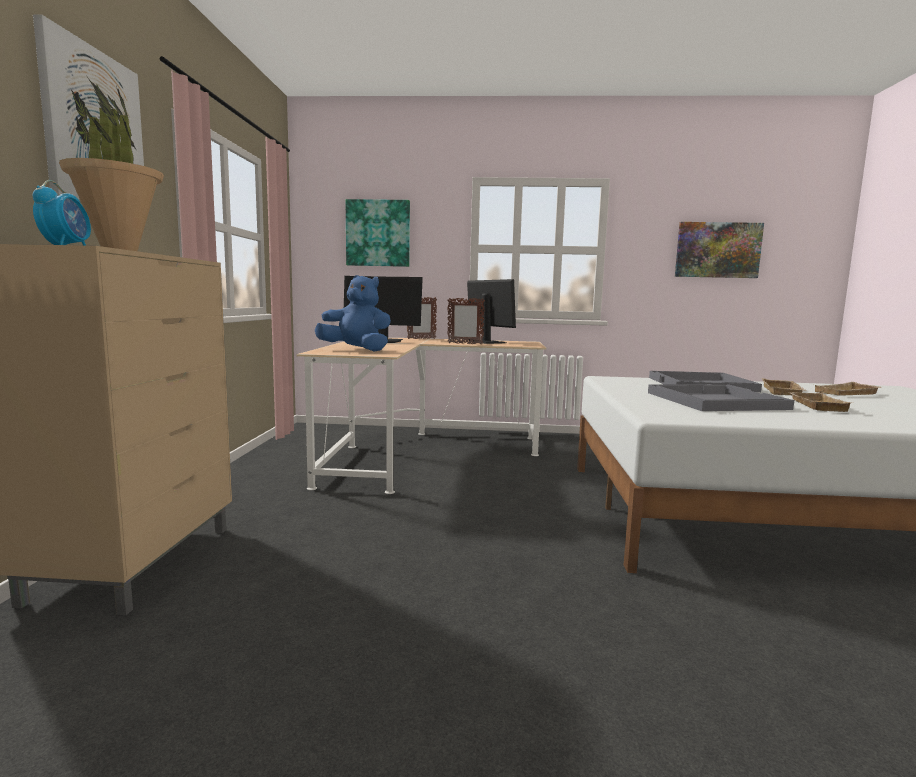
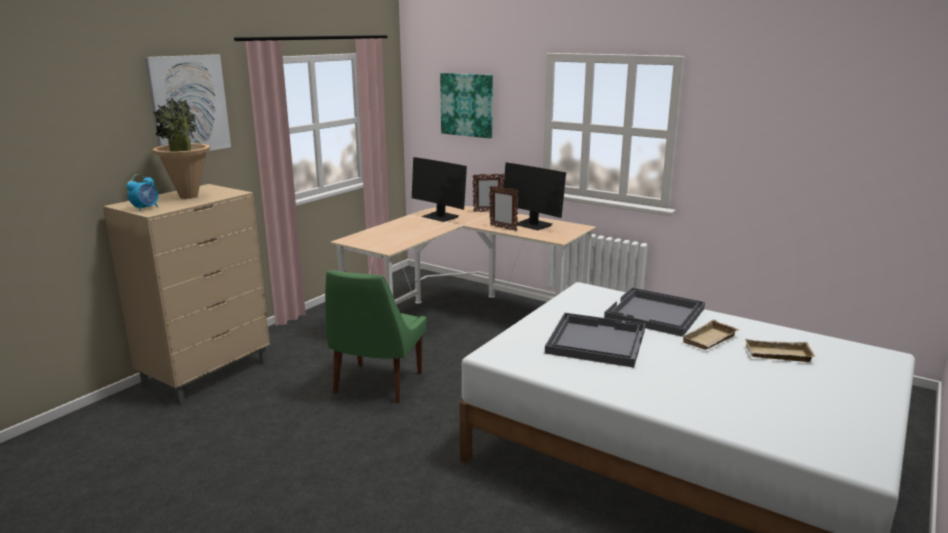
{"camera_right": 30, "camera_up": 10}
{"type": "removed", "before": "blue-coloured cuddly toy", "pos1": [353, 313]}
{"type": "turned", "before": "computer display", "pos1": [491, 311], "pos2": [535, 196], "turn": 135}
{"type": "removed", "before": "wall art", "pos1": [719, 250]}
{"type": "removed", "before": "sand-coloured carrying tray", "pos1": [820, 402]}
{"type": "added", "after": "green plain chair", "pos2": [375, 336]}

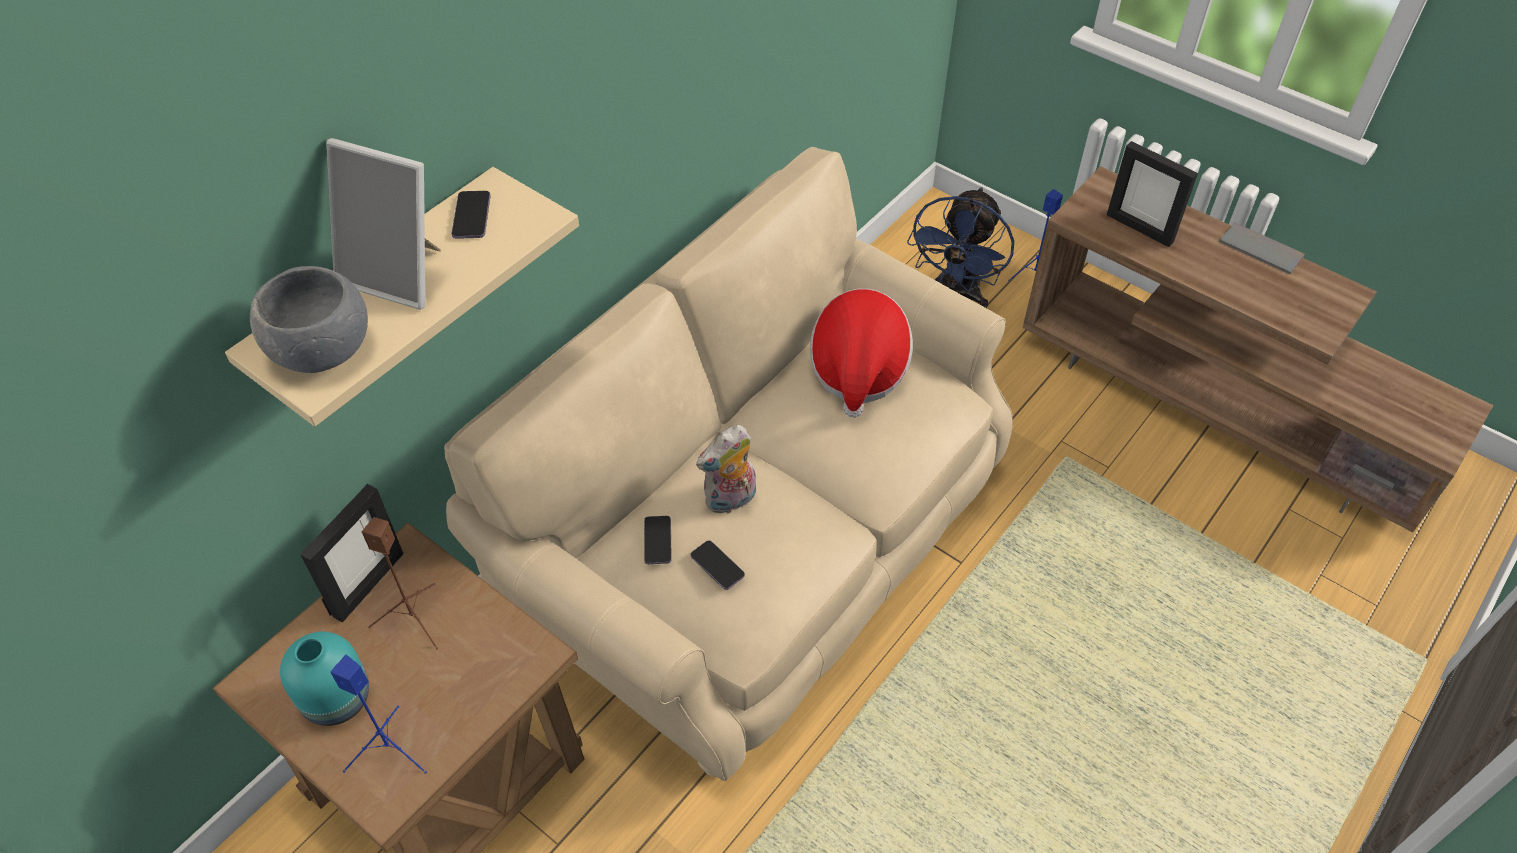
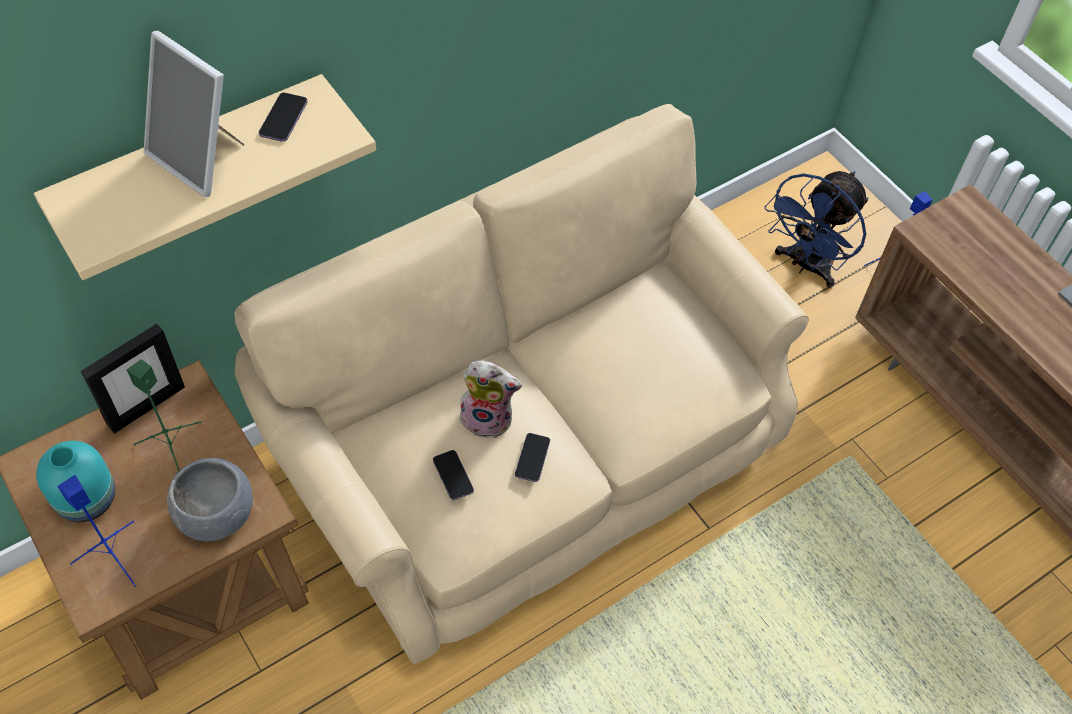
{"camera_right": 15, "camera_up": 5}
{"type": "moved", "before": "grey serving bowl", "pos1": [309, 319], "pos2": [210, 499]}
{"type": "recoloured", "before": "brown-coloured audio speaker", "after": "green audio speaker", "pos1": [400, 583], "pos2": [164, 415]}
{"type": "moved", "before": "phone", "pos1": [658, 540], "pos2": [532, 457]}
{"type": "turned", "before": "cuddly toy", "pos1": [726, 469], "pos2": [491, 399], "turn": -150}
{"type": "removed", "before": "clothing hat", "pos1": [861, 353]}
{"type": "removed", "before": "picture frame", "pos1": [1152, 194]}

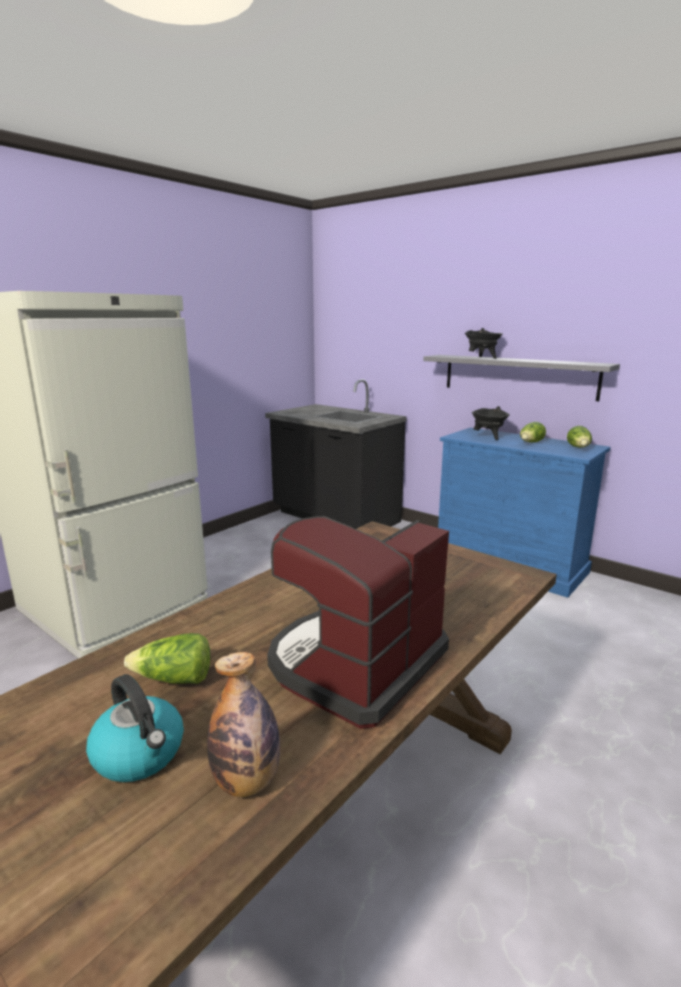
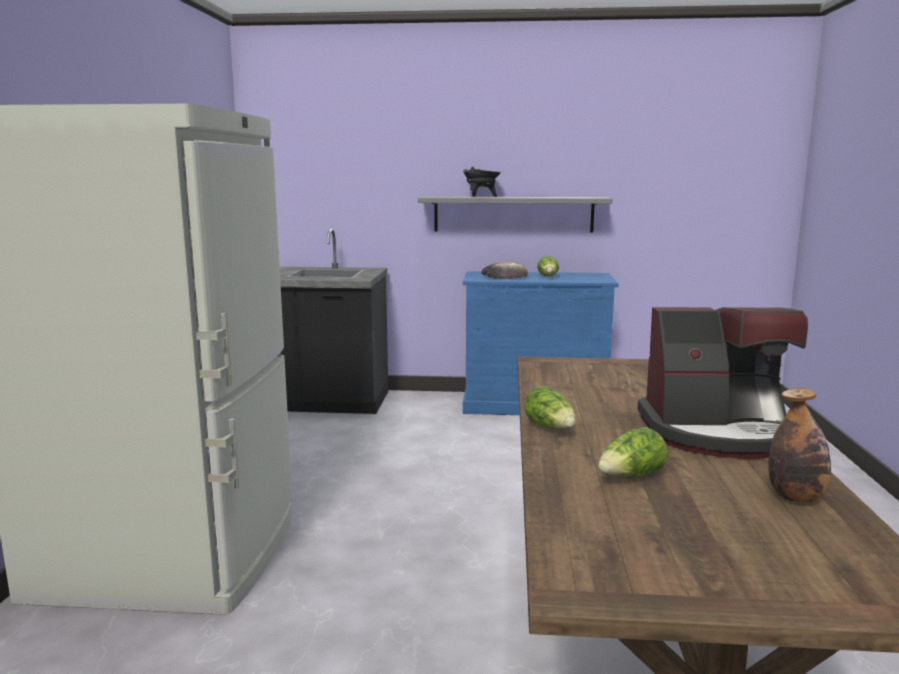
{"camera_right": -35, "camera_up": -5}
{"type": "removed", "before": "kettle", "pos1": [135, 728]}
{"type": "turned", "before": "coffee maker", "pos1": [358, 622], "pos2": [722, 382], "turn": -90}
{"type": "replaced", "before": "black cooking pot", "after": "bread", "pos1": [491, 423], "pos2": [504, 270]}
{"type": "moved", "before": "head of lettuce", "pos1": [579, 437], "pos2": [550, 406]}

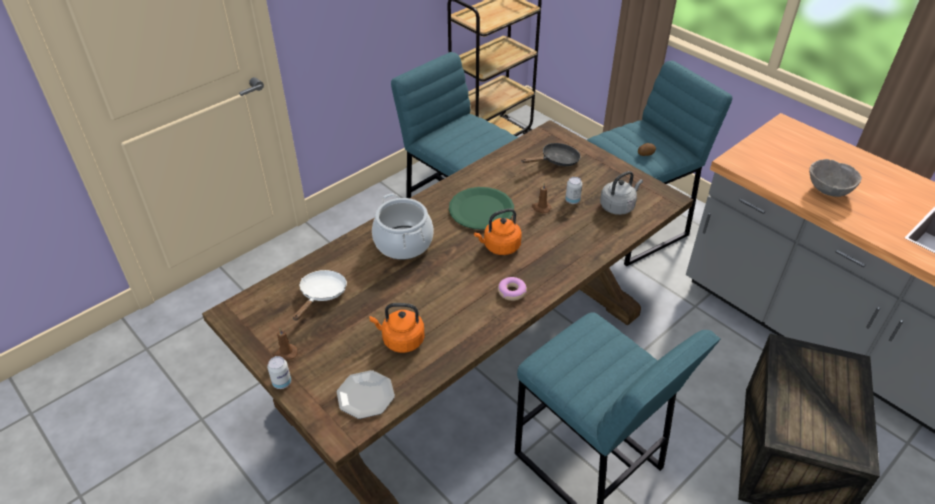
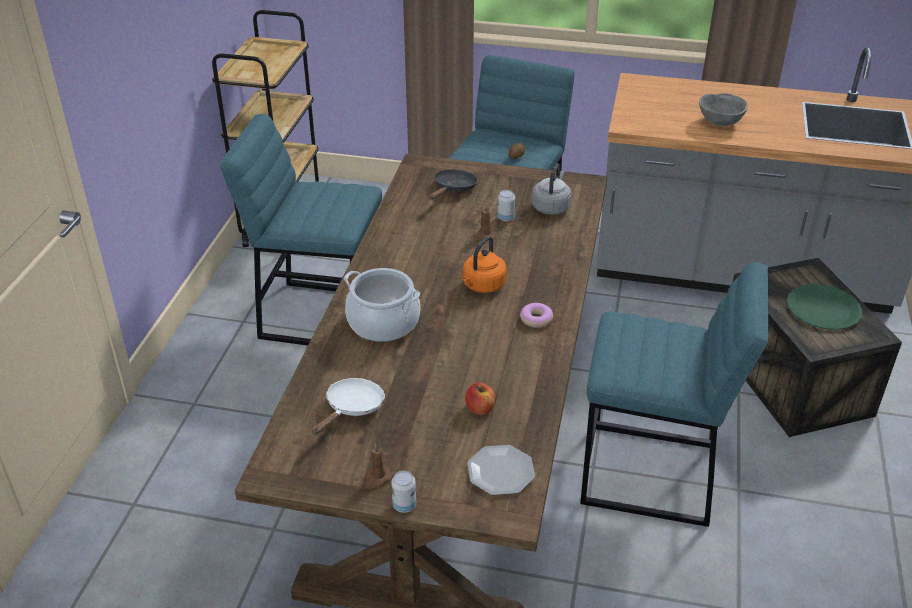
{"camera_right": -35, "camera_up": -5}
{"type": "turned", "before": "white frying pan", "pos1": [320, 295], "pos2": [348, 406], "turn": 45}
{"type": "replaced", "before": "orangey kettle", "after": "apple fruit", "pos1": [397, 328], "pos2": [480, 398]}
{"type": "moved", "before": "green plate", "pos1": [481, 208], "pos2": [824, 307]}

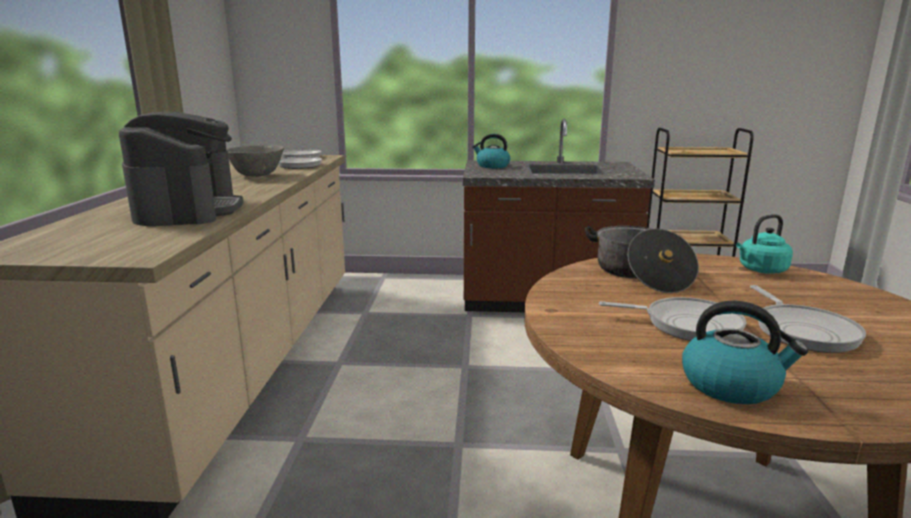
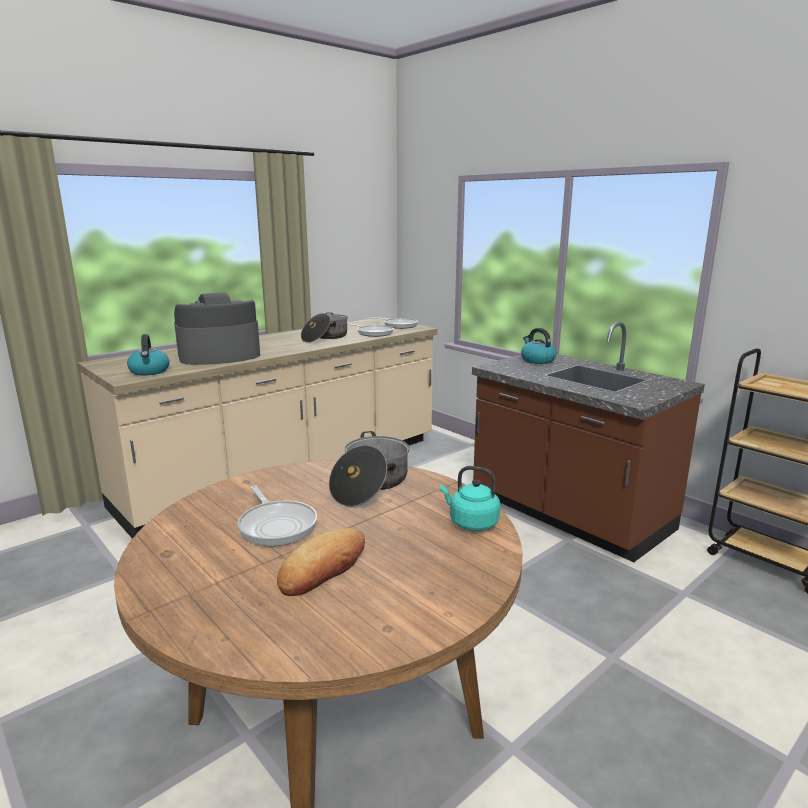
{"camera_right": 45, "camera_up": 0}
{"type": "turned", "before": "coffee maker", "pos1": [181, 168], "pos2": [217, 329], "turn": -150}
{"type": "replaced", "before": "grey serving bowl", "after": "cooking pot", "pos1": [255, 161], "pos2": [324, 327]}
{"type": "moved", "before": "kettle", "pos1": [745, 352], "pos2": [148, 354]}
{"type": "replaced", "before": "frying pan", "after": "bread", "pos1": [808, 319], "pos2": [321, 562]}

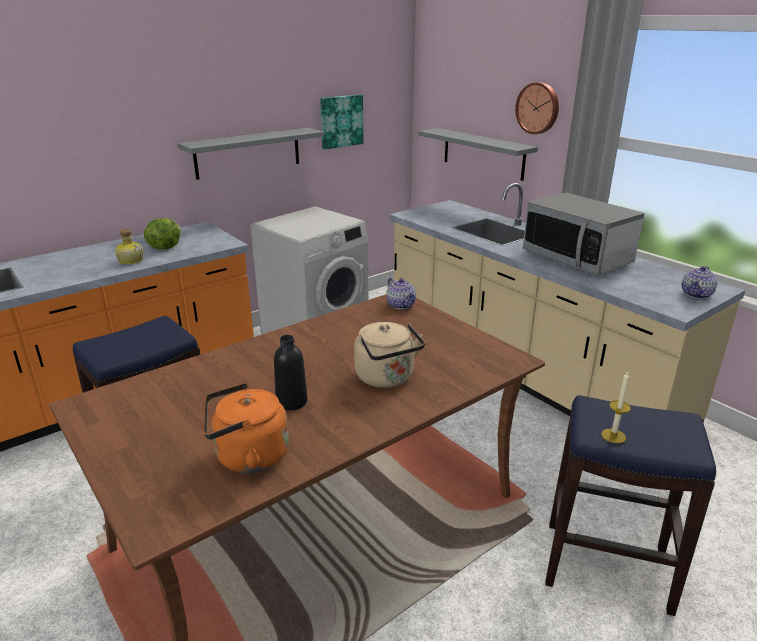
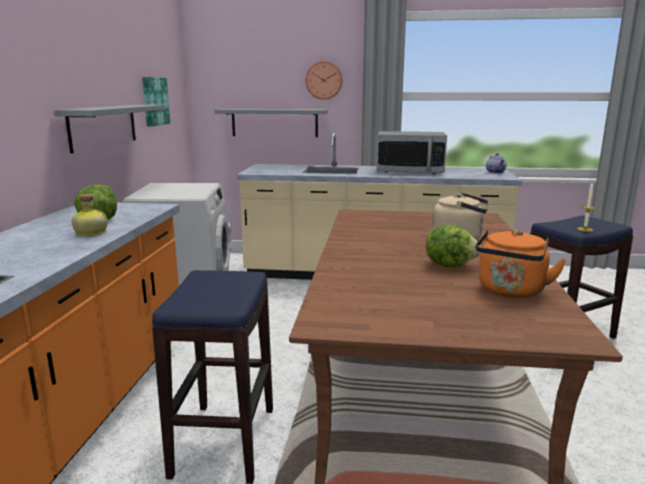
{"camera_right": -45, "camera_up": -10}
{"type": "replaced", "before": "black drink bottle", "after": "head of lettuce", "pos1": [291, 372], "pos2": [453, 246]}
{"type": "removed", "before": "tea pot", "pos1": [401, 293]}

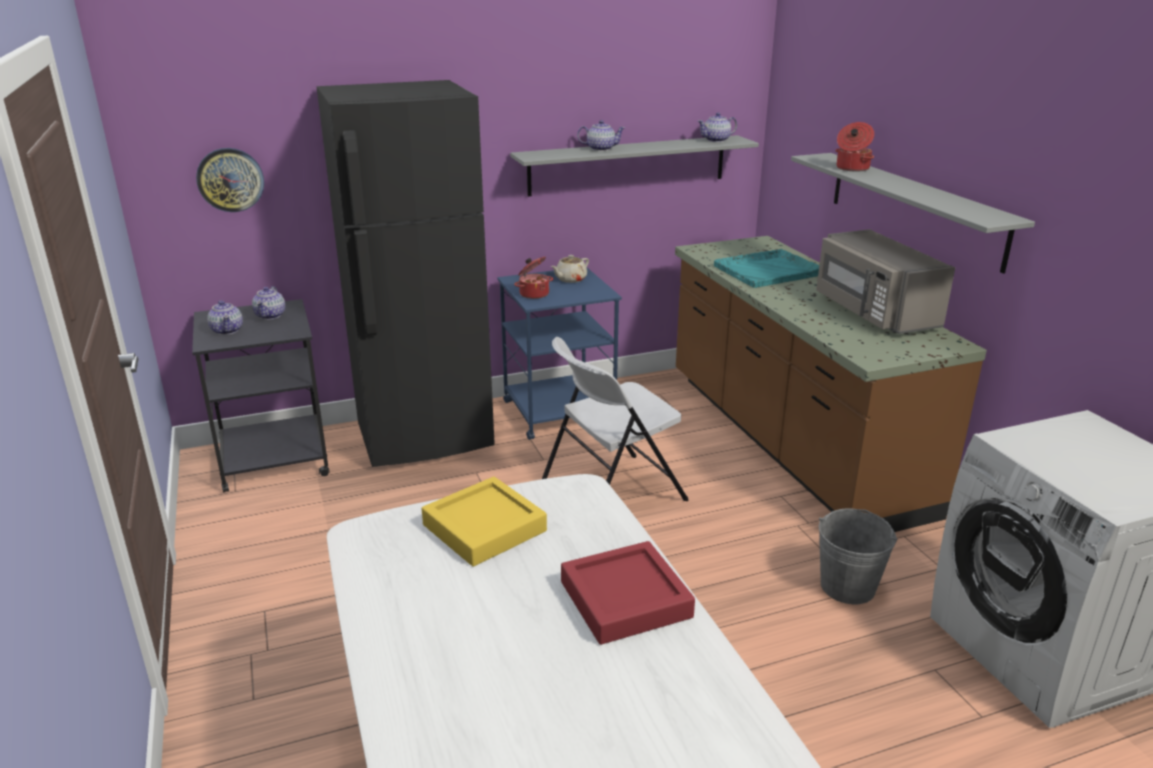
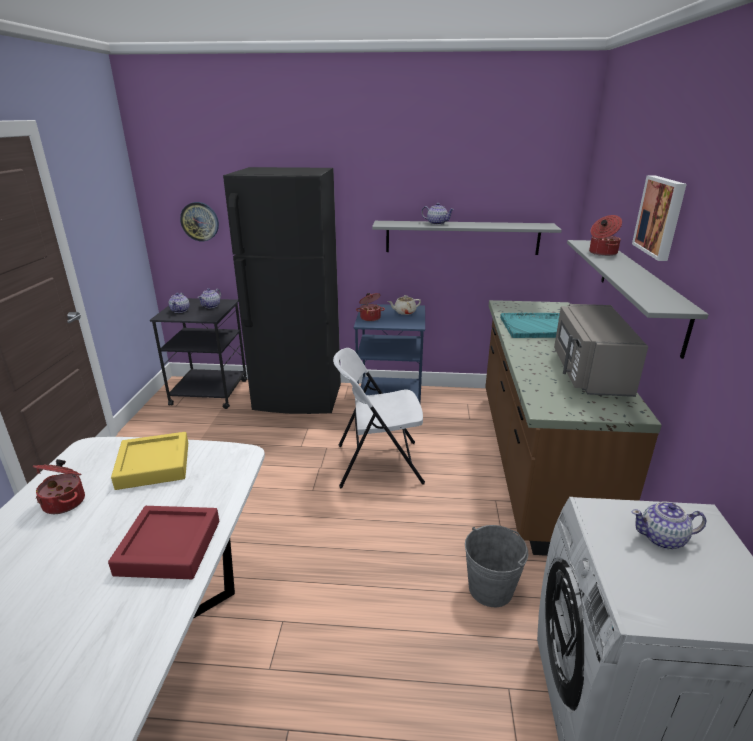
{"camera_right": 25, "camera_up": 0}
{"type": "moved", "before": "tea pot", "pos1": [717, 127], "pos2": [669, 525]}
{"type": "added", "after": "cooking pot", "pos2": [59, 486]}
{"type": "added", "after": "wall art", "pos2": [659, 218]}

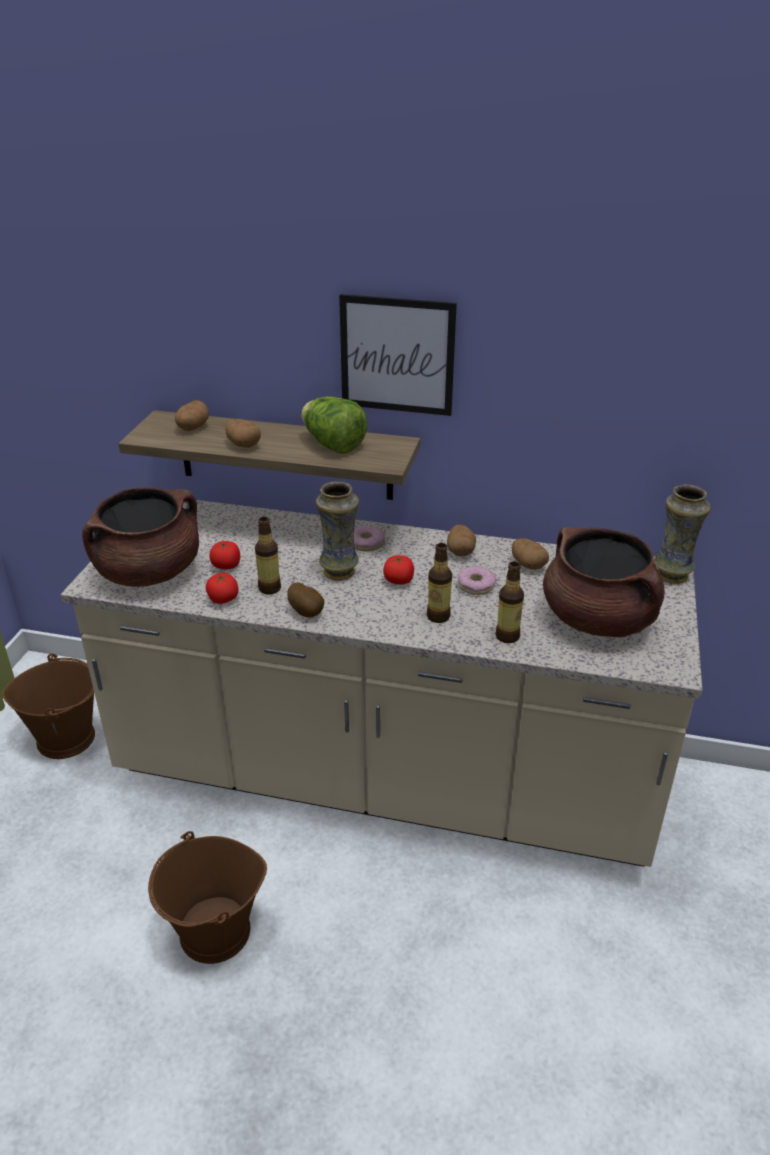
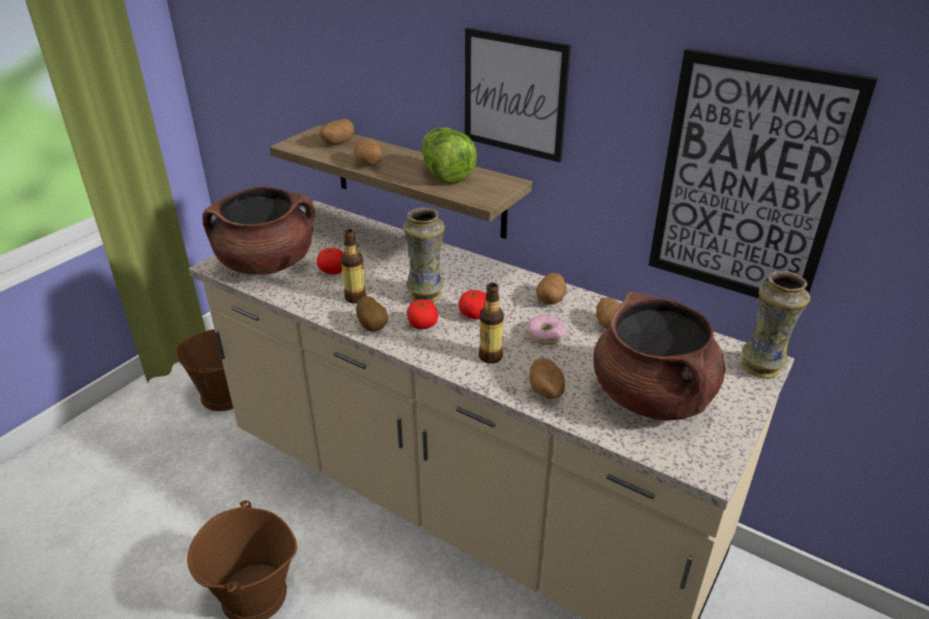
{"camera_right": 20, "camera_up": 0}
{"type": "moved", "before": "fresh tomato", "pos1": [222, 588], "pos2": [422, 314]}
{"type": "removed", "before": "ring doughnut", "pos1": [369, 538]}
{"type": "replaced", "before": "drink bottle", "after": "potato", "pos1": [509, 602], "pos2": [547, 378]}
{"type": "added", "after": "wall art", "pos2": [763, 180]}

